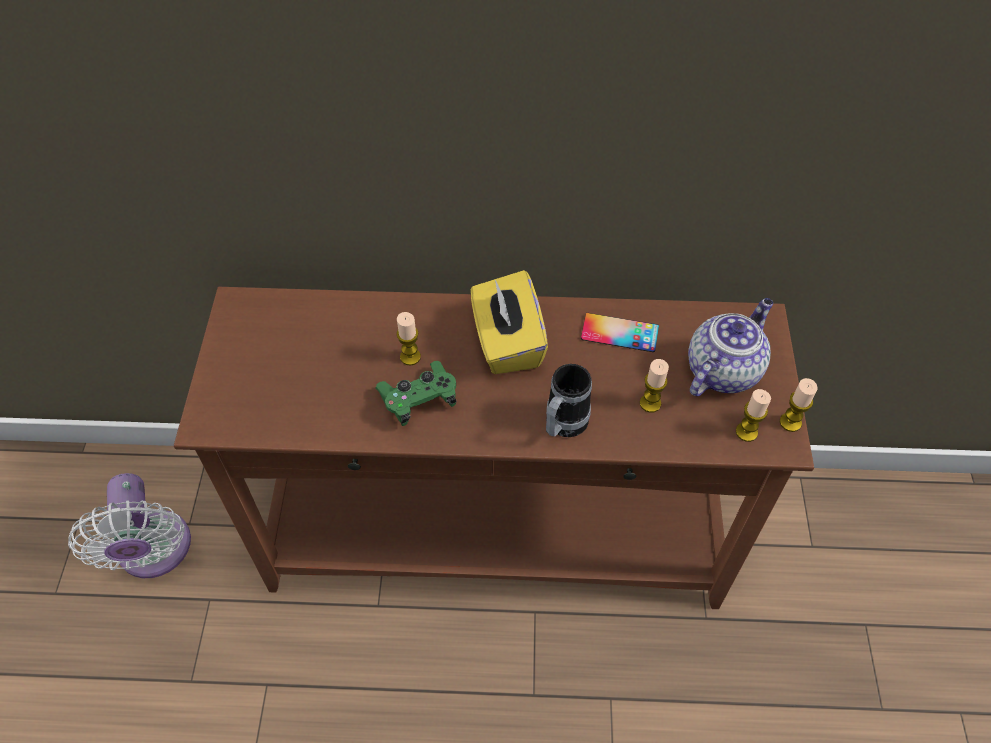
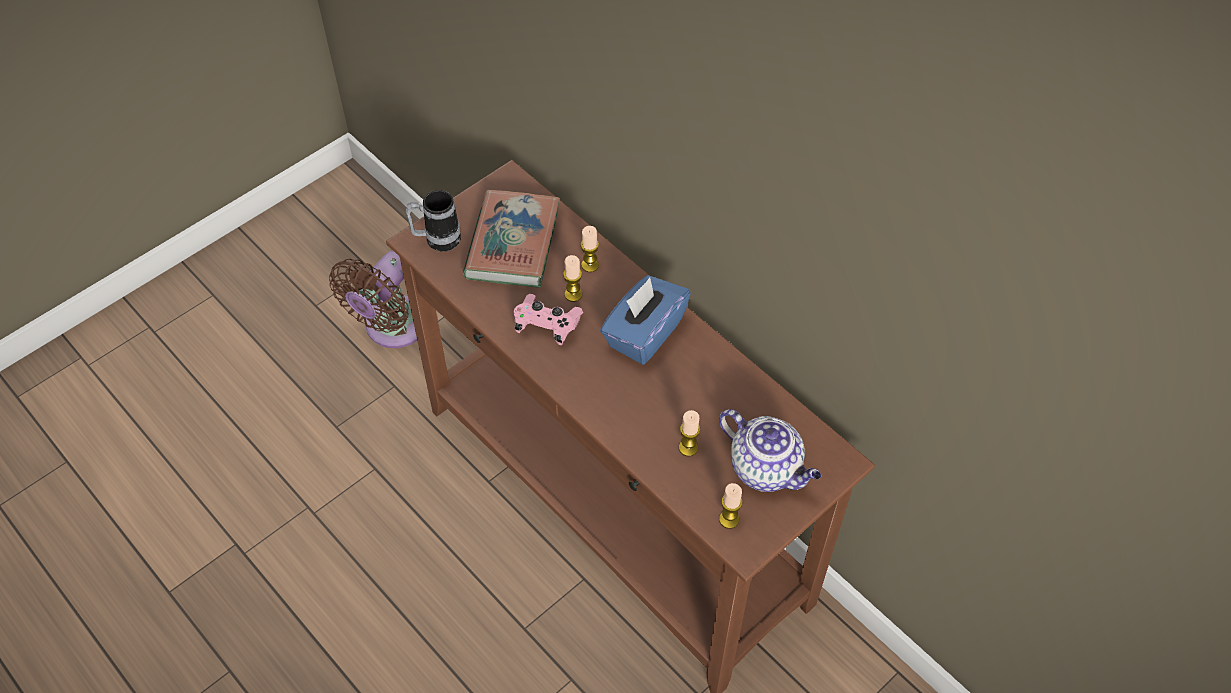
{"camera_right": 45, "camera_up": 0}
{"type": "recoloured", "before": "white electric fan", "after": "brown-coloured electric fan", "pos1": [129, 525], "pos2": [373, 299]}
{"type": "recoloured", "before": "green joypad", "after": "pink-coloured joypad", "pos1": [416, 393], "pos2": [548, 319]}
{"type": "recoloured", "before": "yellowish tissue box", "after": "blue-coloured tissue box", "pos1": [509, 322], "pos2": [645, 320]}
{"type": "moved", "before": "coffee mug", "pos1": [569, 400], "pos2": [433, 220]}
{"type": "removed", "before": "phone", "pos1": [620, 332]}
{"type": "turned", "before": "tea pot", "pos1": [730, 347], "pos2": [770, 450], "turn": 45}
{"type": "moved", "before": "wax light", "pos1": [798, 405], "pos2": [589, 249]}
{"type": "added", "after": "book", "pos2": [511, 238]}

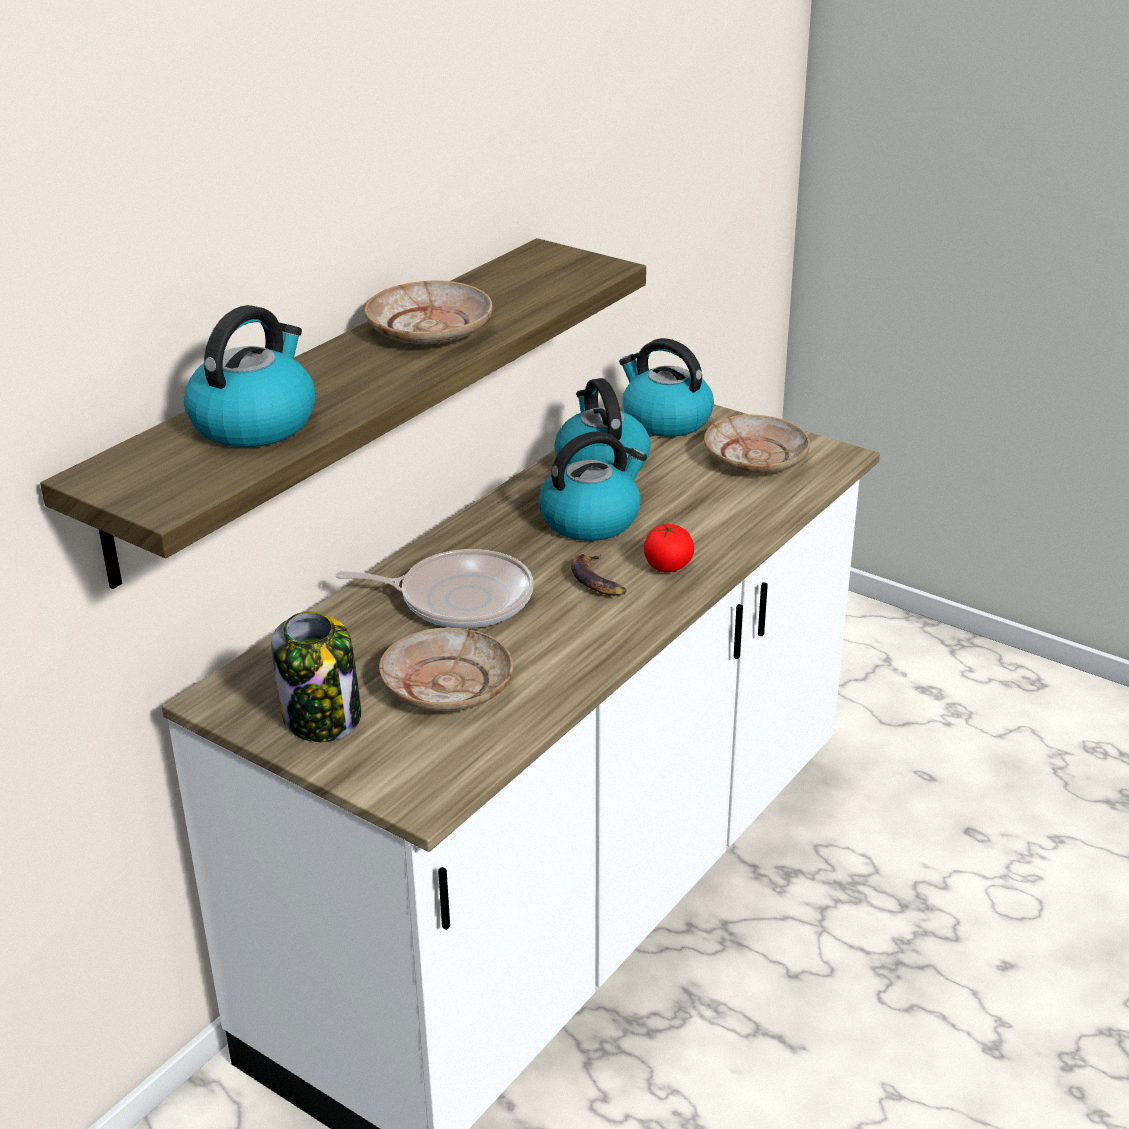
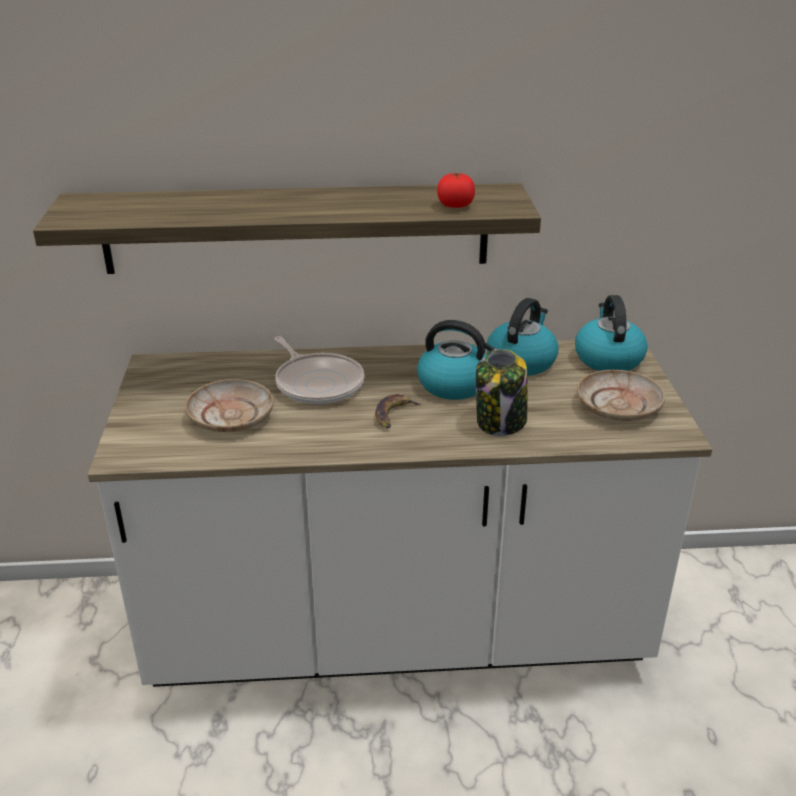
{"camera_right": 50, "camera_up": 0}
{"type": "removed", "before": "kettle", "pos1": [249, 376]}
{"type": "moved", "before": "preserve jar", "pos1": [316, 676], "pos2": [501, 392]}
{"type": "removed", "before": "sand-coloured plate", "pos1": [429, 312]}
{"type": "moved", "before": "fresh tomato", "pos1": [669, 547], "pos2": [456, 190]}

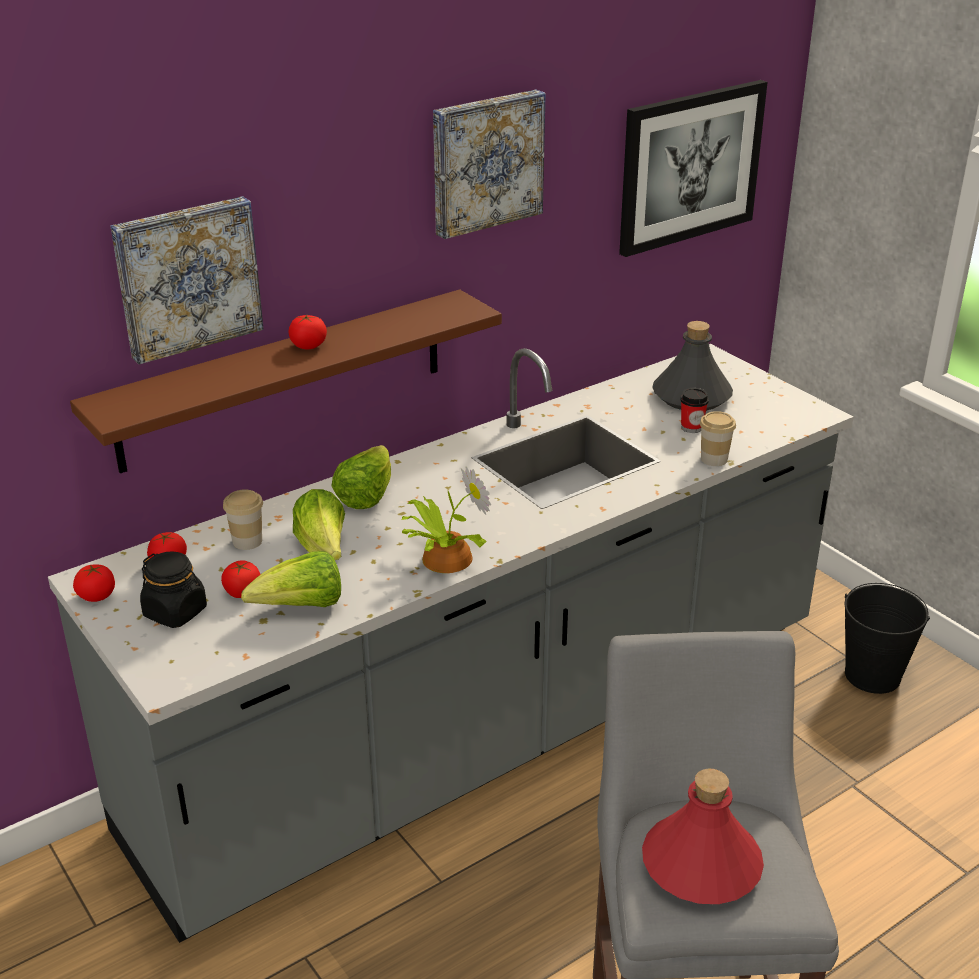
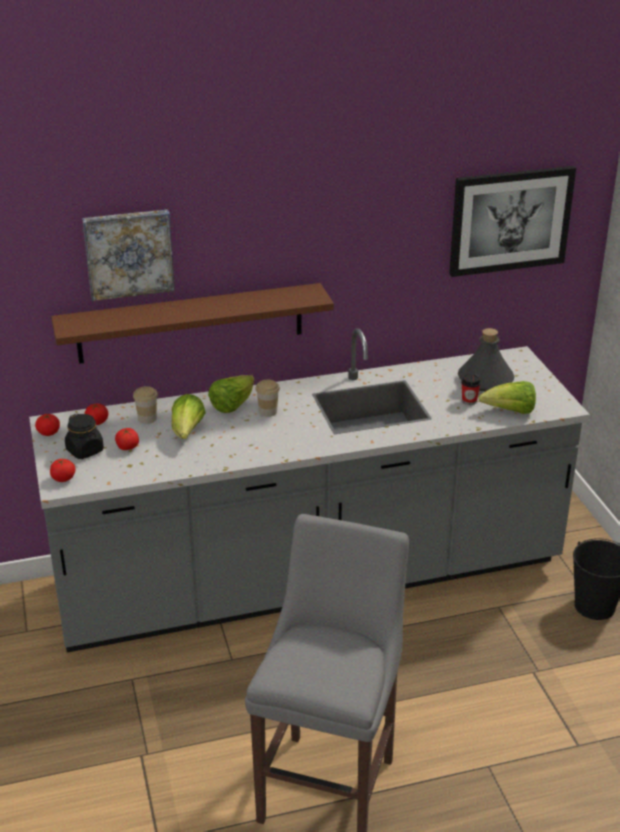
{"camera_right": 20, "camera_up": 0}
{"type": "moved", "before": "head of lettuce", "pos1": [291, 579], "pos2": [507, 397]}
{"type": "moved", "before": "fresh tomato", "pos1": [308, 332], "pos2": [63, 470]}
{"type": "removed", "before": "houseplant", "pos1": [446, 520]}
{"type": "removed", "before": "wall art", "pos1": [489, 164]}
{"type": "removed", "before": "red-coloured drink bottle", "pos1": [703, 836]}
{"type": "moved", "before": "drinking cup", "pos1": [718, 438], "pos2": [267, 398]}

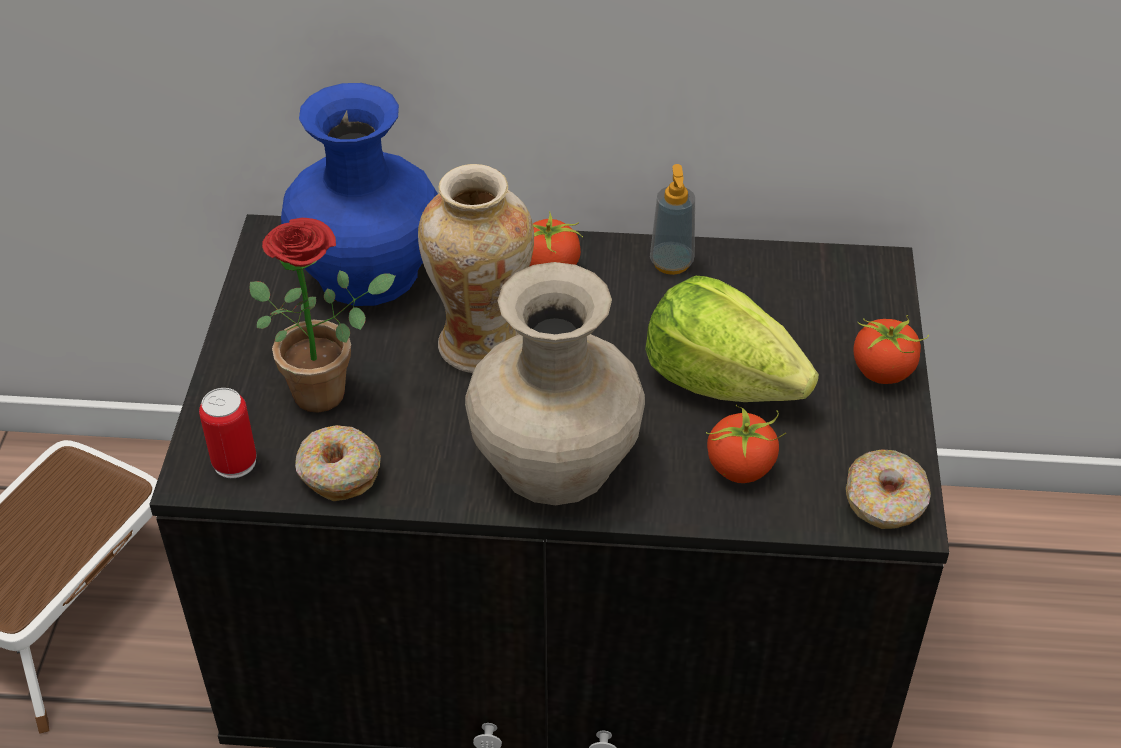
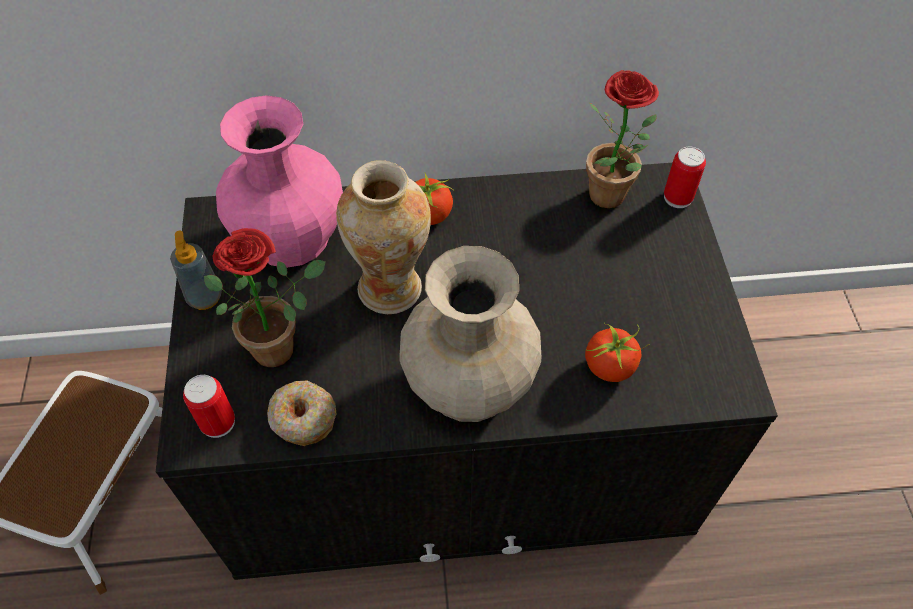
{"camera_right": -10, "camera_up": 10}
{"type": "recoloured", "before": "blue-coloured flower vase", "after": "pink-coloured flower vase", "pos1": [359, 194], "pos2": [279, 181]}
{"type": "removed", "before": "head of lettuce", "pos1": [732, 339]}
{"type": "moved", "before": "soap bottle", "pos1": [672, 219], "pos2": [196, 270]}
{"type": "removed", "before": "ring doughnut", "pos1": [888, 489]}
{"type": "removed", "before": "fresh tomato", "pos1": [891, 349]}
{"type": "added", "after": "houseplant", "pos2": [622, 139]}
{"type": "added", "after": "metal can", "pos2": [685, 177]}

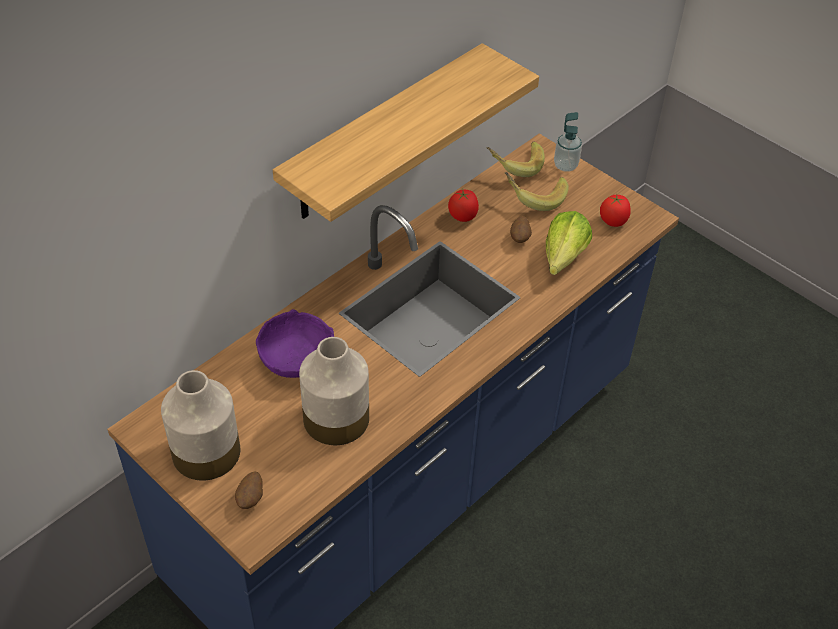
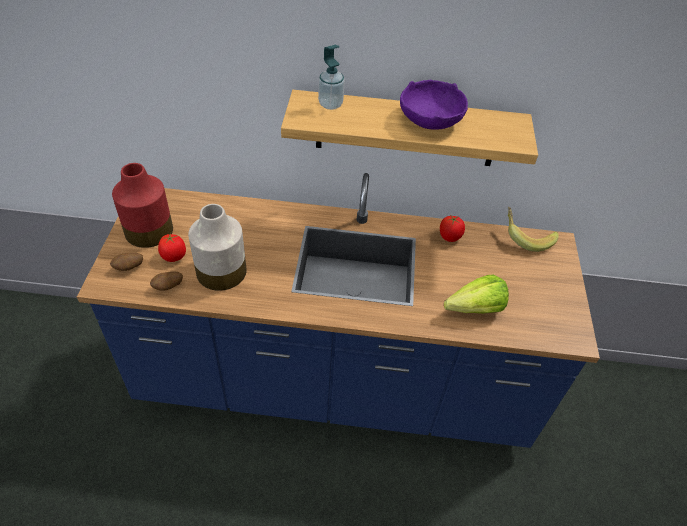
{"camera_right": 50, "camera_up": 0}
{"type": "recoloured", "before": "sand-coloured flower vase", "after": "red-coloured flower vase", "pos1": [200, 425], "pos2": [142, 205]}
{"type": "moved", "before": "purple serving bowl", "pos1": [295, 343], "pos2": [434, 105]}
{"type": "removed", "before": "banana", "pos1": [537, 191]}
{"type": "moved", "before": "potato", "pos1": [521, 229], "pos2": [166, 280]}
{"type": "moved", "before": "soap bottle", "pos1": [568, 142], "pos2": [331, 77]}
{"type": "moved", "before": "fresh tomato", "pos1": [615, 211], "pos2": [172, 248]}

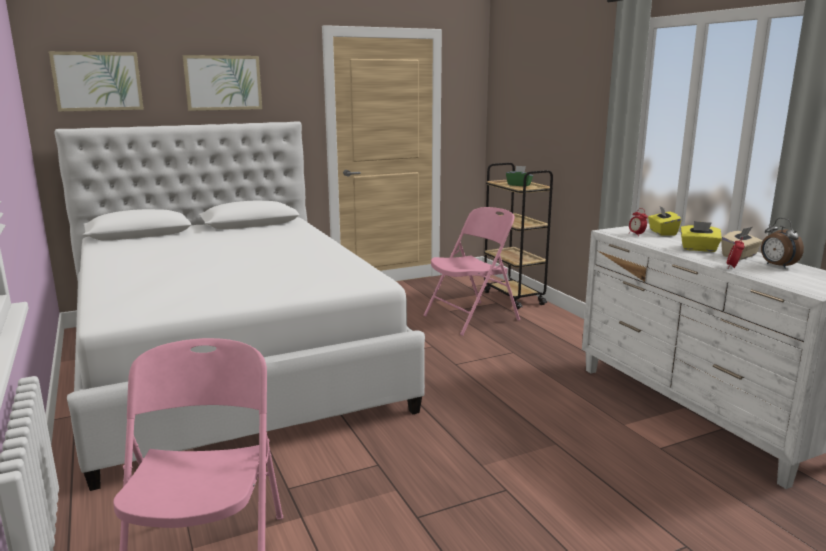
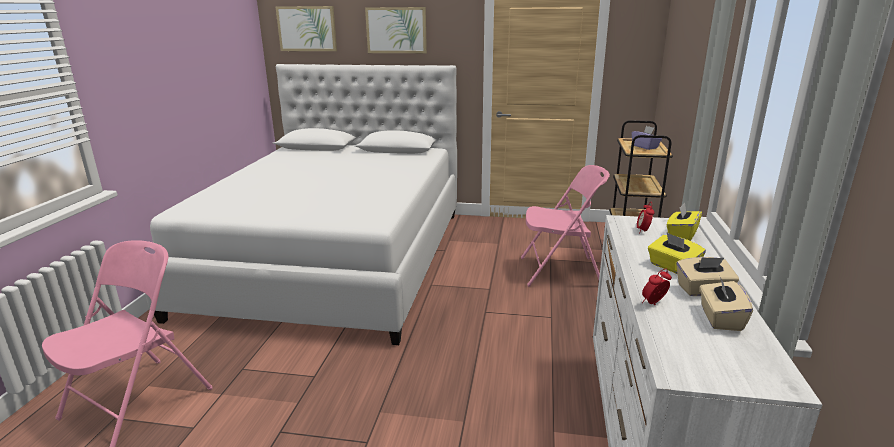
{"camera_right": 35, "camera_up": 5}
{"type": "recoloured", "before": "green tissue box", "after": "purple tissue box", "pos1": [519, 176], "pos2": [647, 138]}
{"type": "replaced", "before": "table clock", "after": "sand-coloured tissue box", "pos1": [782, 243], "pos2": [726, 304]}

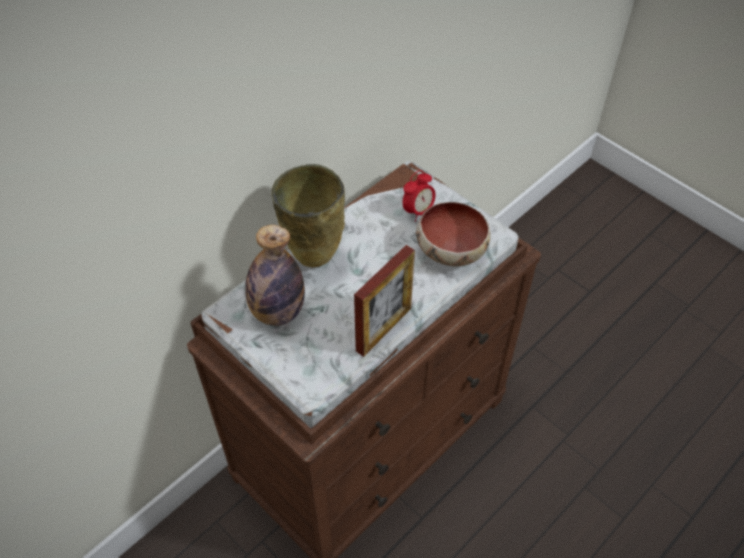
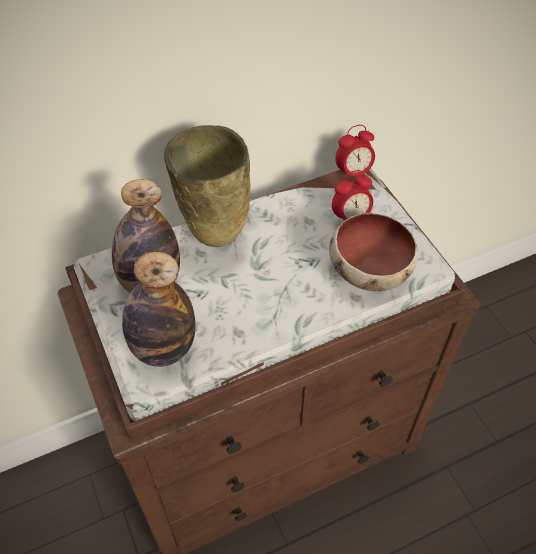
{"camera_right": 20, "camera_up": 0}
{"type": "removed", "before": "picture frame", "pos1": [384, 301]}
{"type": "added", "after": "drink bottle", "pos2": [159, 309]}
{"type": "added", "after": "table clock", "pos2": [355, 152]}

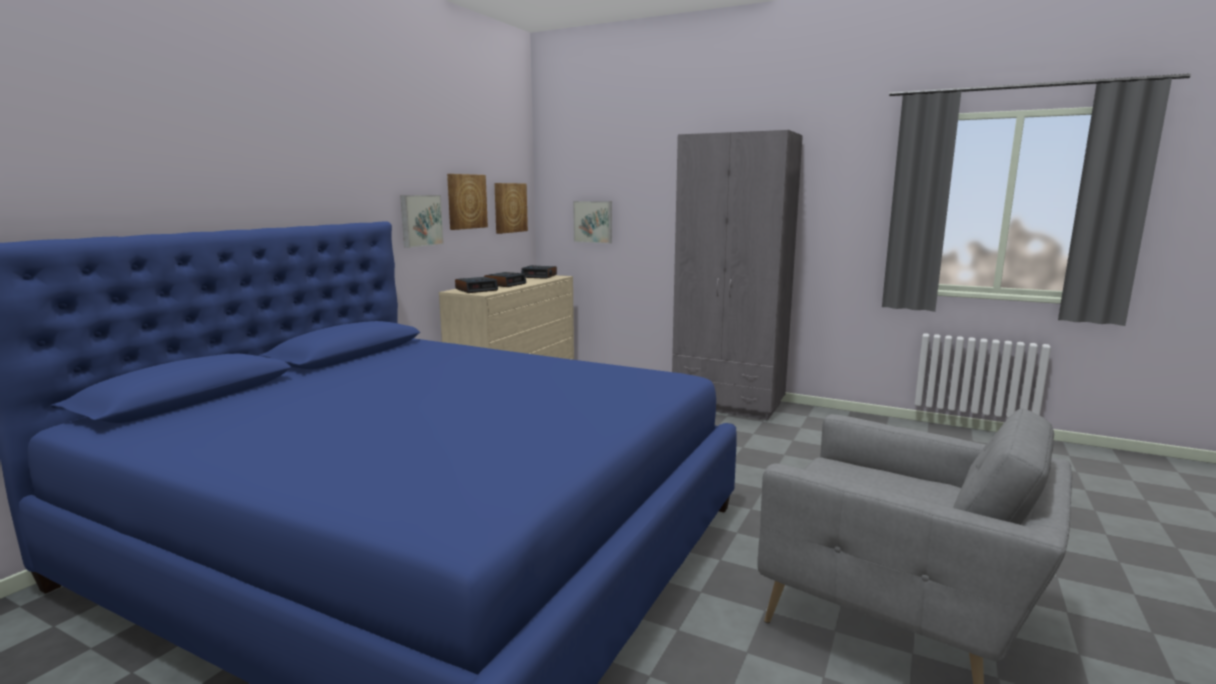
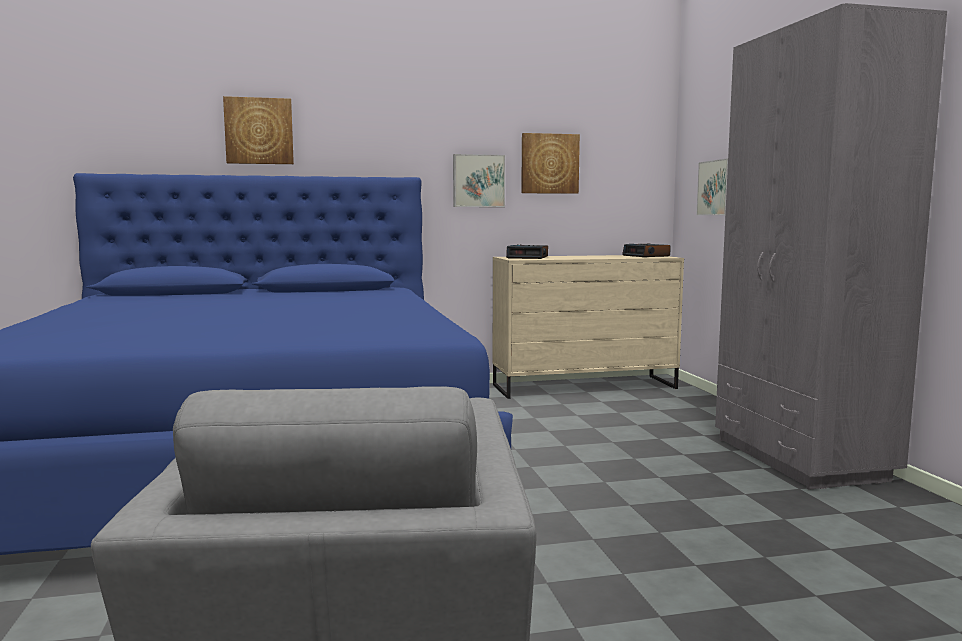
{"camera_right": 50, "camera_up": -5}
{"type": "removed", "before": "table clock", "pos1": [505, 279]}
{"type": "moved", "before": "wall art", "pos1": [511, 208], "pos2": [258, 130]}

